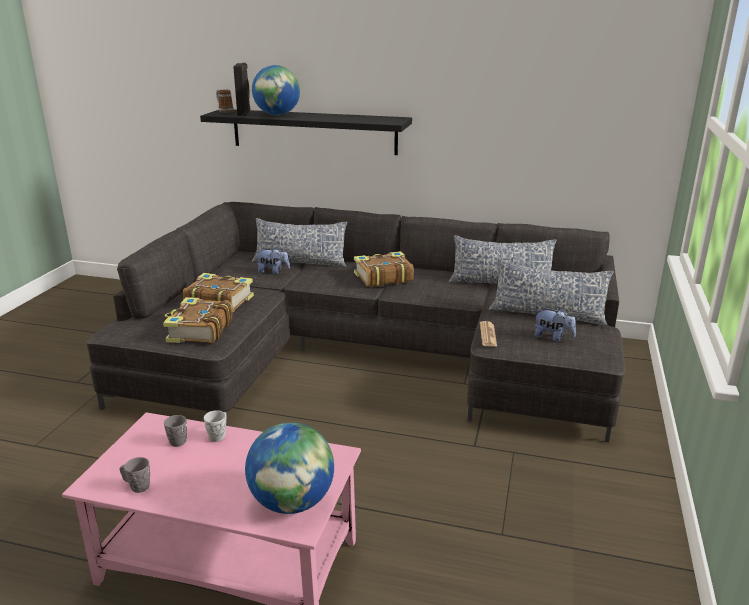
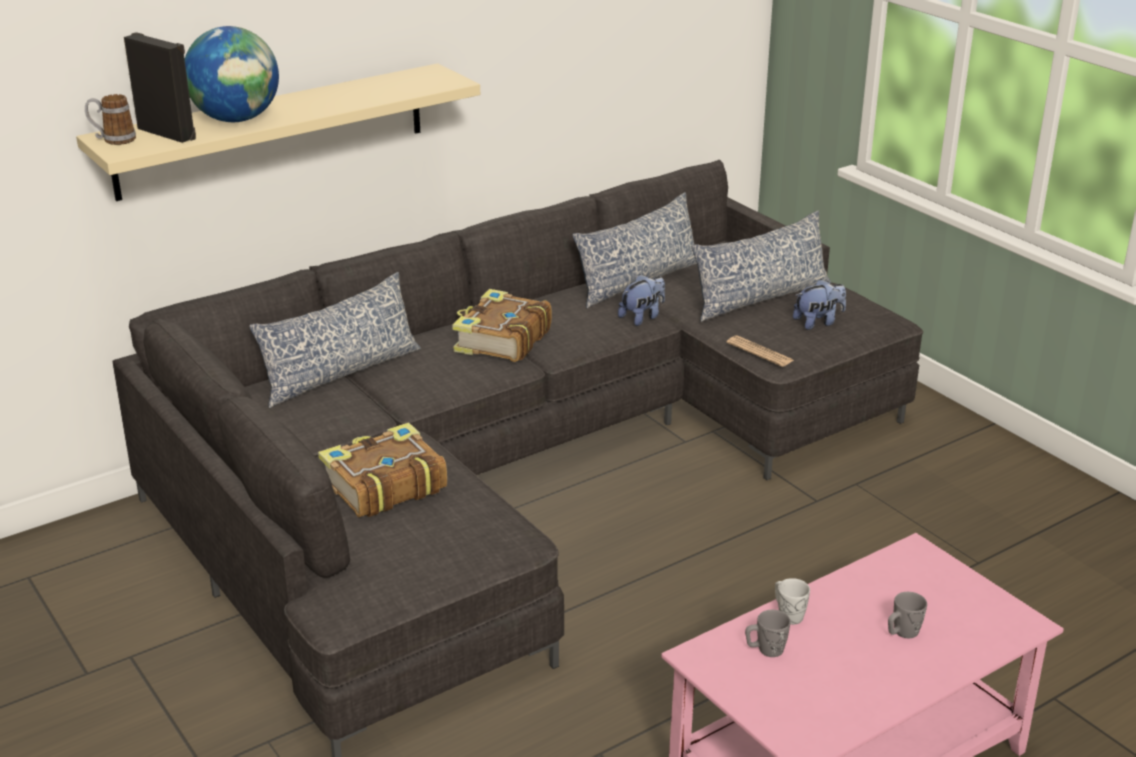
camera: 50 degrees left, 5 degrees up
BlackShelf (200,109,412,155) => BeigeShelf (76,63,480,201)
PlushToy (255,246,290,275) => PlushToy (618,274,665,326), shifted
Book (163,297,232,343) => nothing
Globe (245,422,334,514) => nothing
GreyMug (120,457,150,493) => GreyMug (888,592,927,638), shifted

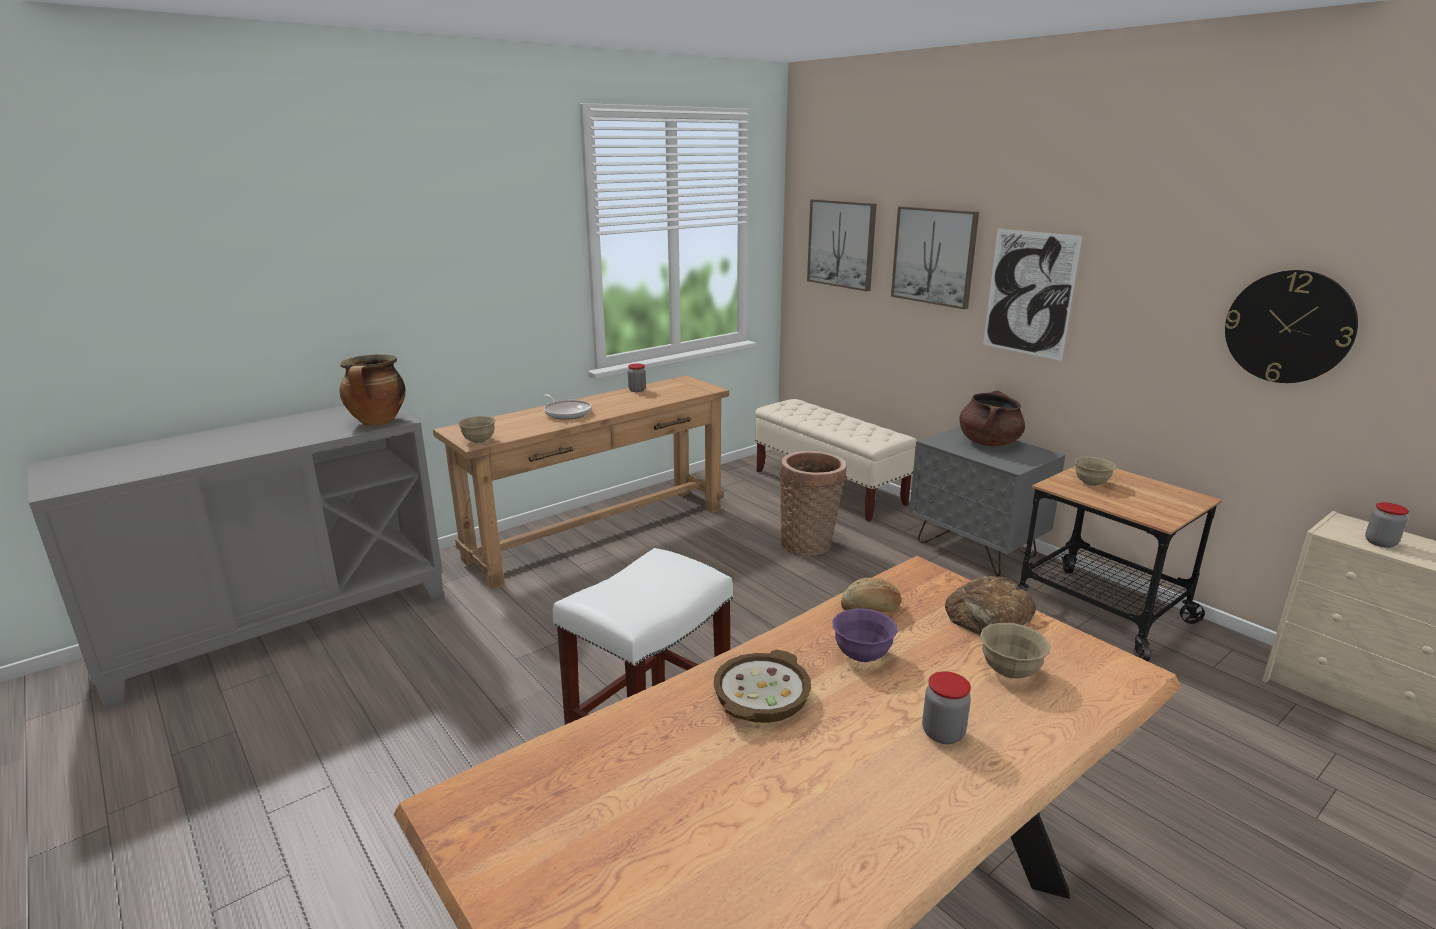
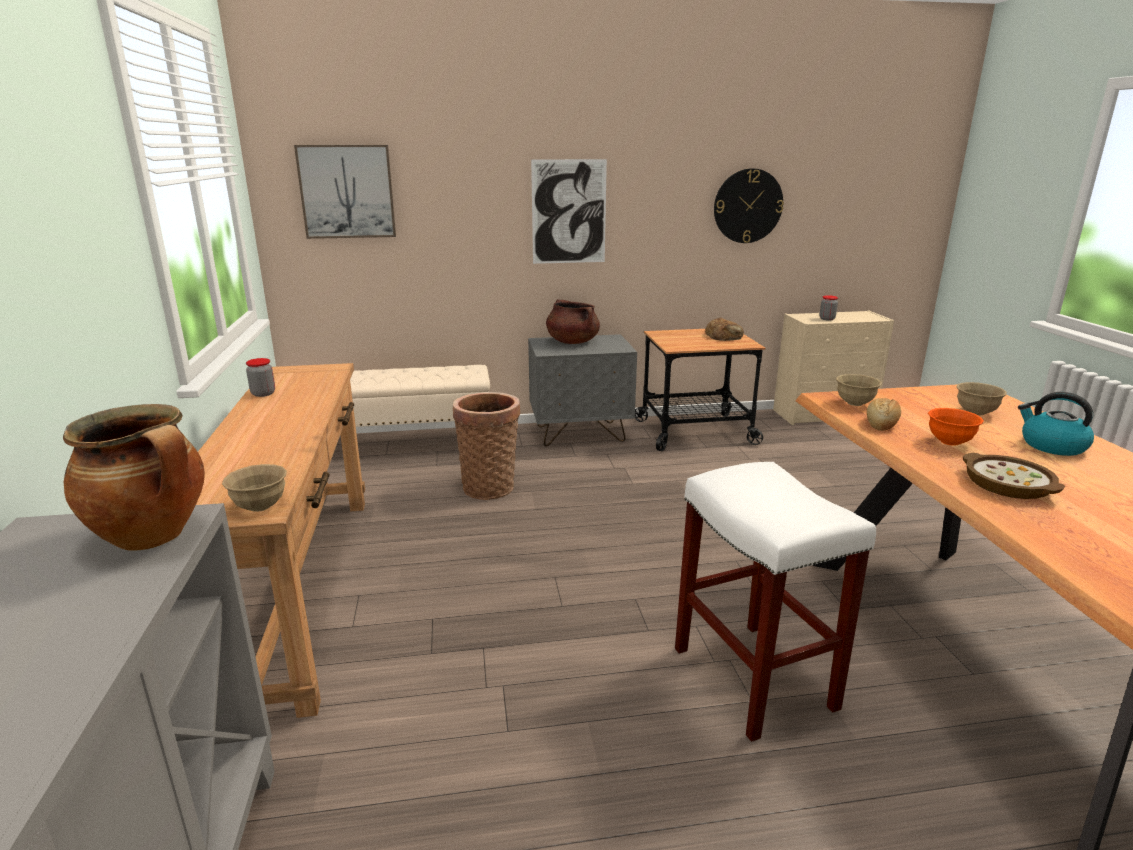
camera: 60 degrees left, 0 degrees up
Picture (891,206,979,309) => nothing
FryingPan (544,394,592,419) => nothing
BeigeBowl (1074,457,1116,486) => BeigeBowl (836,374,882,406), shifted
Bread (945,576,1036,635) => Bread (705,318,744,341), shifted
PurpleBowl (832,608,898,662) => OrangeBowl (928,408,984,446)
Jar (922,671,971,744) => Kettle (1018,392,1094,456)

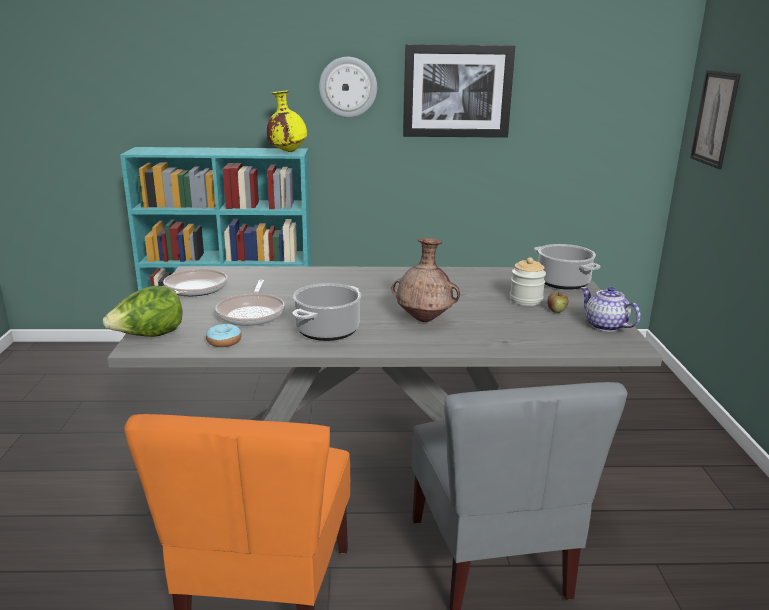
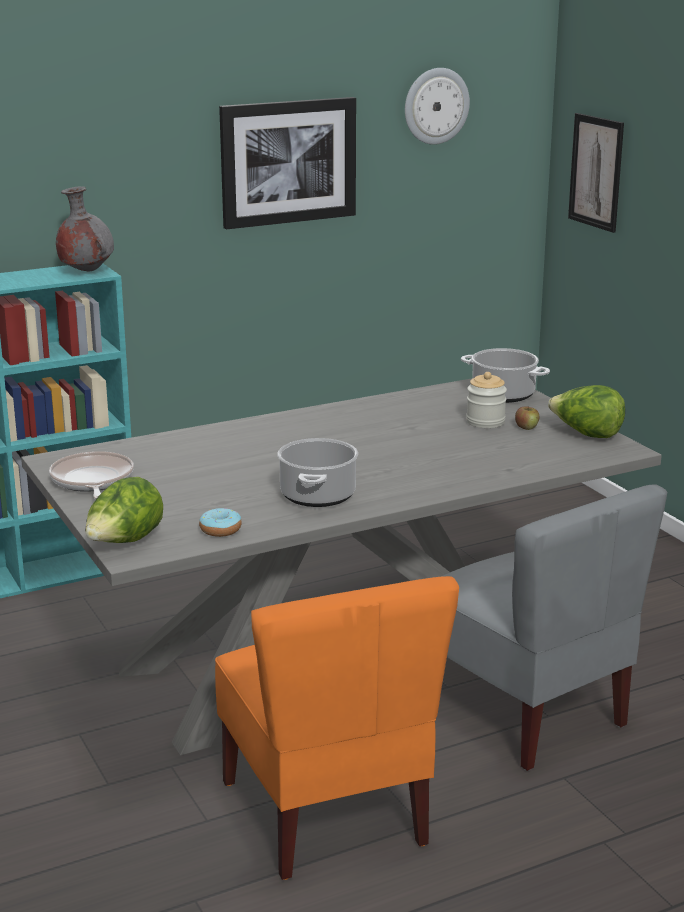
camera: 25 degrees left, 0 degrees up
WallClock (319,57,377,118) => WallClock (405,68,470,145), shifted
YellowVase (267,91,307,152) => GreyVase (56,186,114,271)
BrownVase (392,238,460,322) => nothing
FryingPan (215,280,285,326) => nothing
Teapot (581,287,641,332) => Lettuce (548,385,625,438)

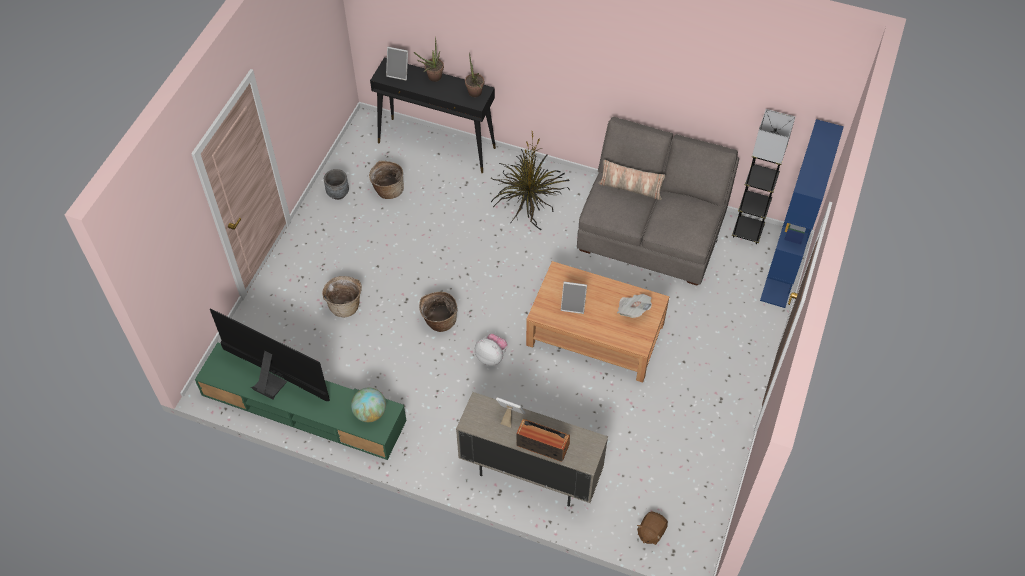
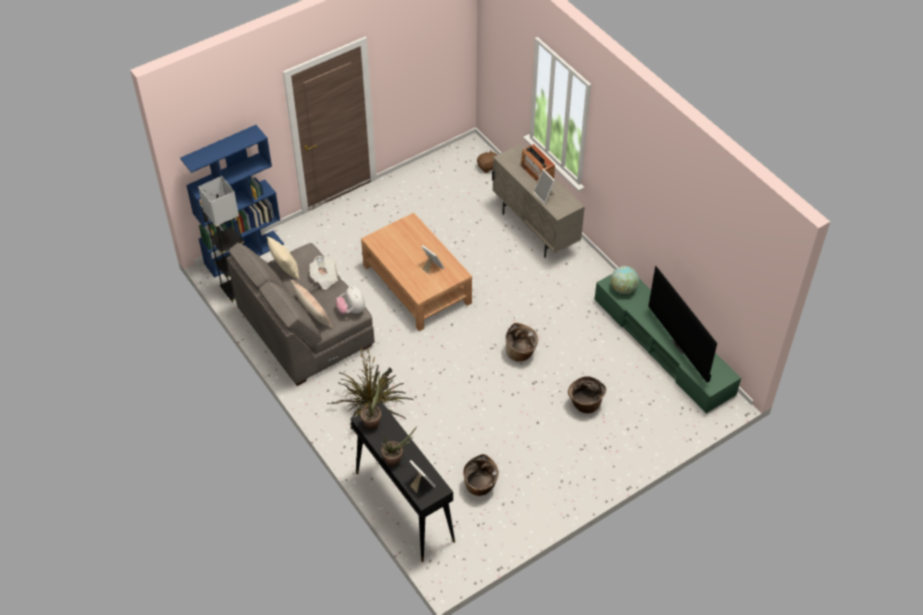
camera: 145 degrees left, 5 degrees down
GreyPlanter (324,169,349,200) => nothing
Newspaper (617,294,652,318) => Newspaper (309,256,338,290), shifted
PlushToy (475,334,507,366) => PlushToy (336,286,365,314), shifted
nothing => BeigePillow (267,237,299,279)

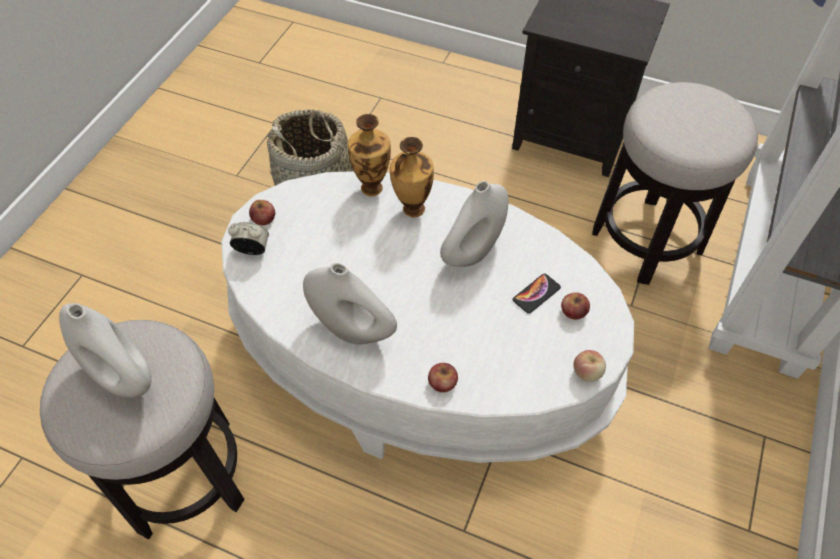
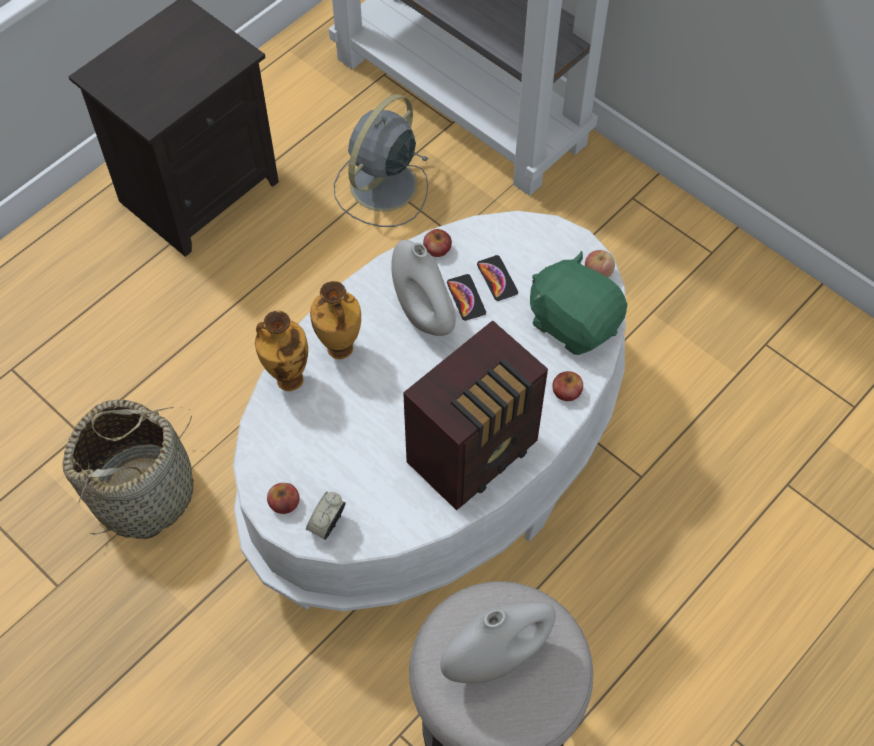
camera: 70 degrees left, 5 degrees up
Stool (592,82,758,285) => GreyFan (334,94,428,227)
WhiteVase (303,263,397,345) => Radio (403,320,548,511)
Apple (561,292,590,320) => Apple (423,229,452,257), shifted
nothing => GreenPlushToy (530,251,627,355)
nothing => Phone (447,274,486,321)

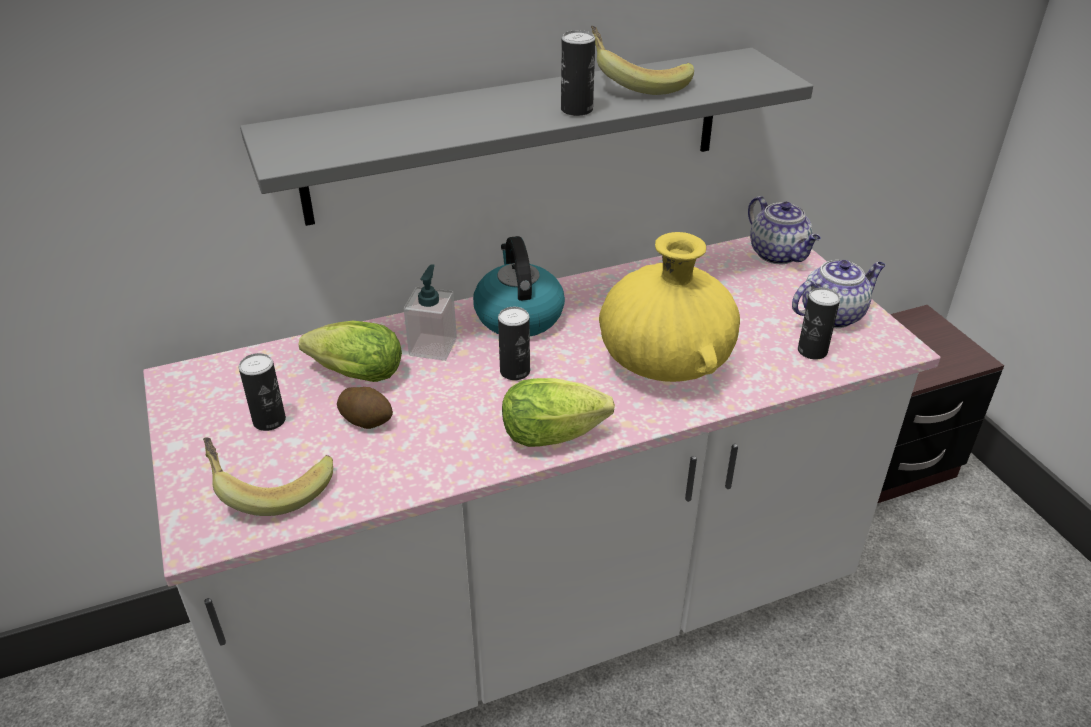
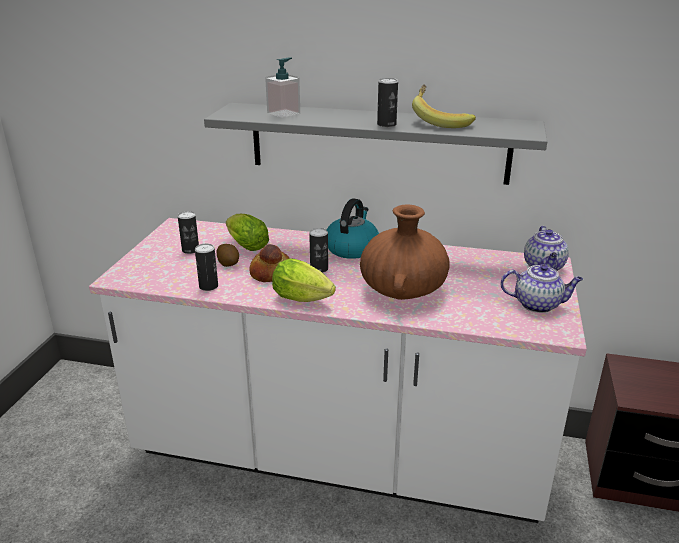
camera: 35 degrees right, 10 degrees down
YellowVase (599,232,740,382) => BrownVase (360,205,450,300)
SoapDispenser (404,264,457,361) => SoapDispenser (265,57,300,118), shifted
Can (798,287,840,359) => Can (195,244,218,291), shifted
Banana (203,437,333,516) => nothing
nothing => Bread (249,244,290,282)

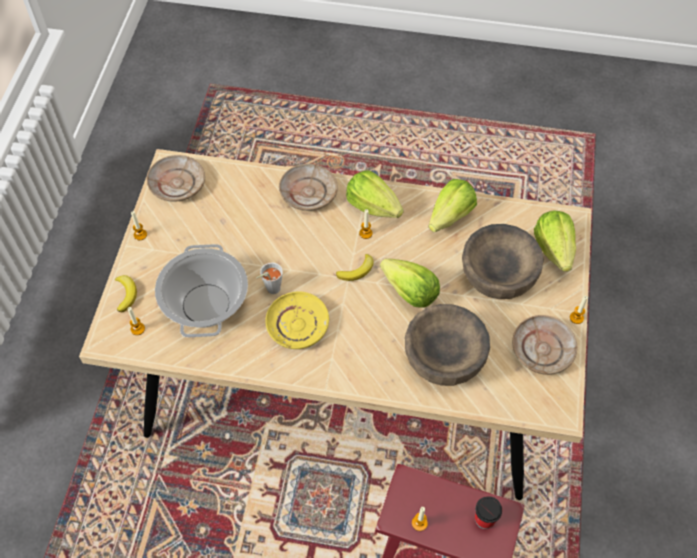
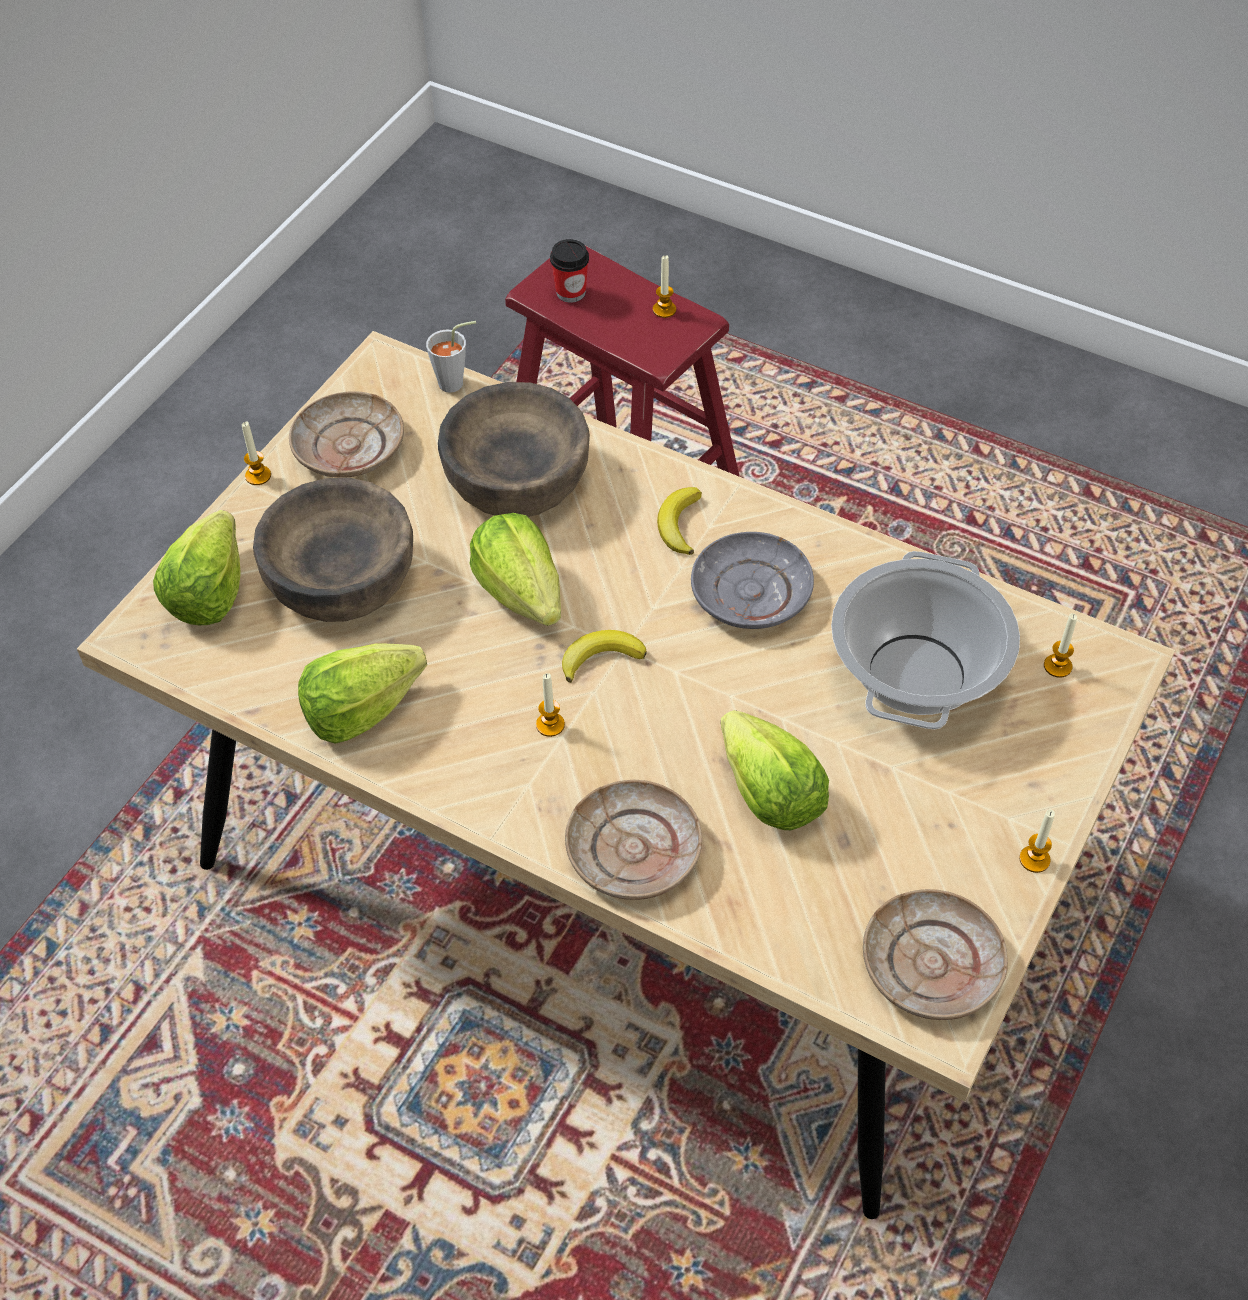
camera: 160 degrees left, 5 degrees down
Lettuce (346,170,404,218) => Lettuce (721,710,829,830), shifted
GreyCup (256,262,283,294) => GreyCup (426,321,476,393), shifted
Banana (115,275,137,313) => Banana (657,487,702,555), shifted
YellowPlate (265,291,329,349) => GreyPlate (691,532,814,629)

